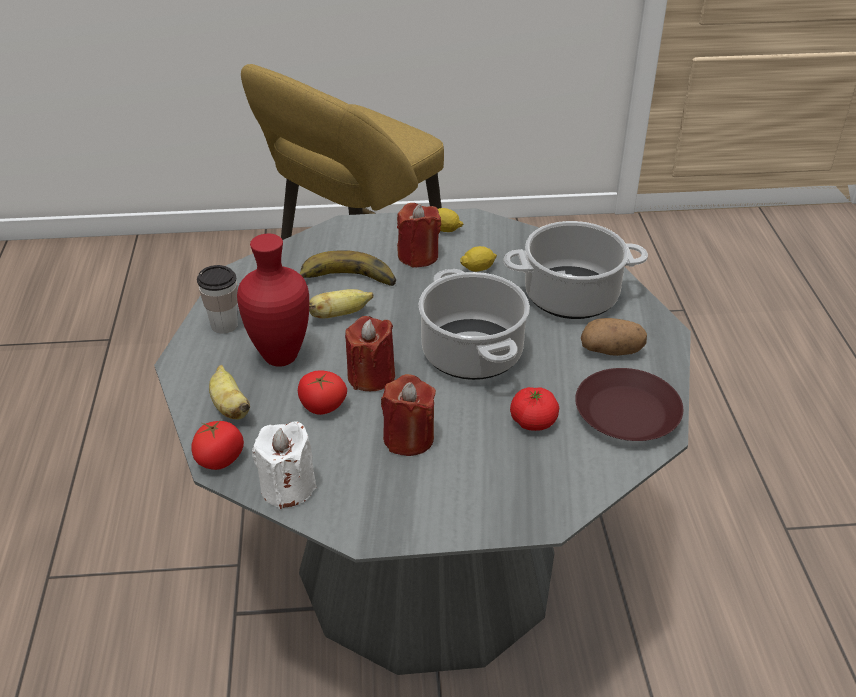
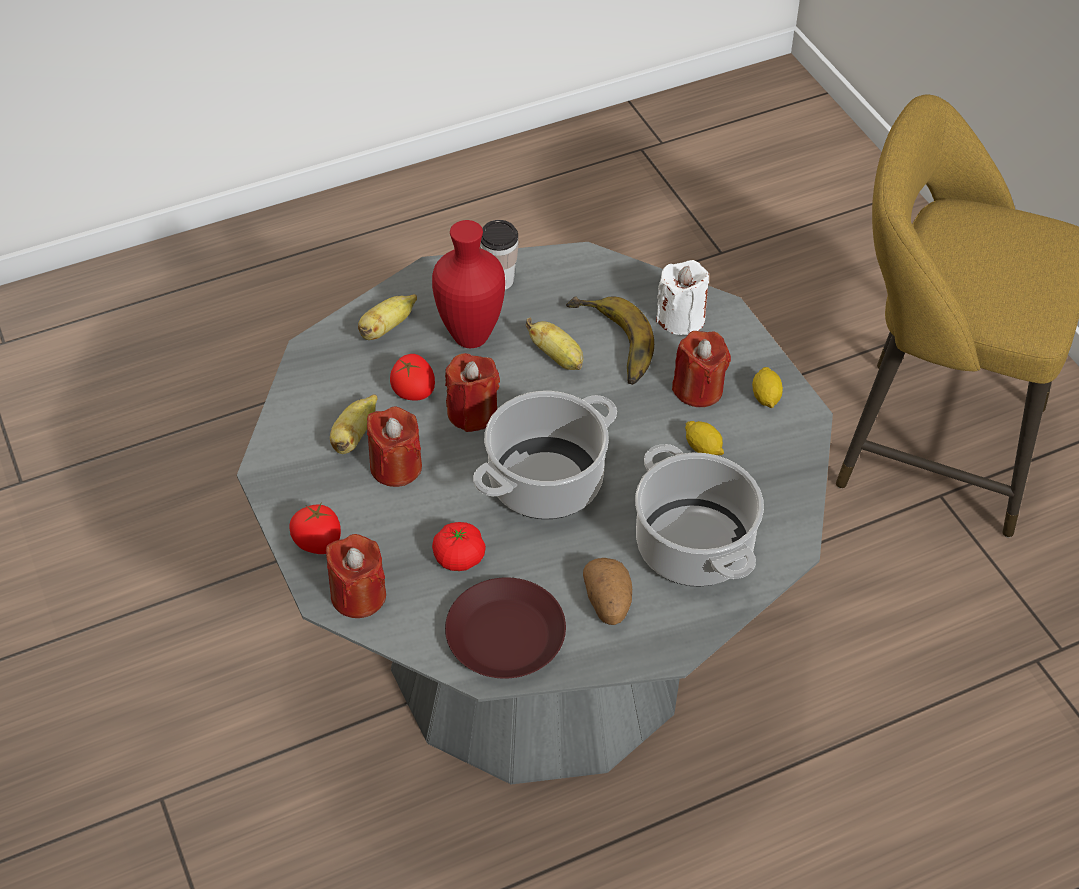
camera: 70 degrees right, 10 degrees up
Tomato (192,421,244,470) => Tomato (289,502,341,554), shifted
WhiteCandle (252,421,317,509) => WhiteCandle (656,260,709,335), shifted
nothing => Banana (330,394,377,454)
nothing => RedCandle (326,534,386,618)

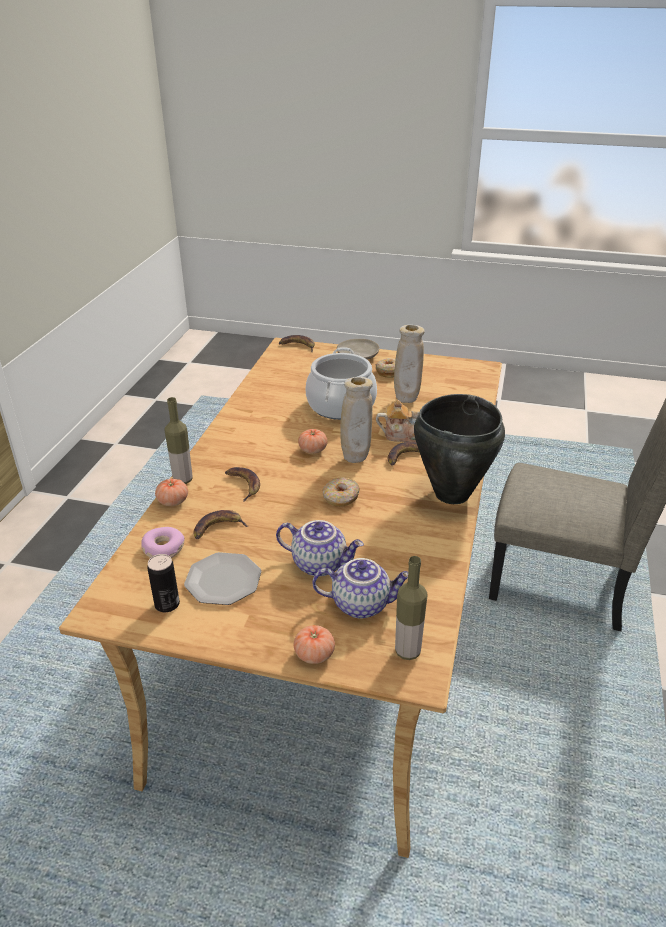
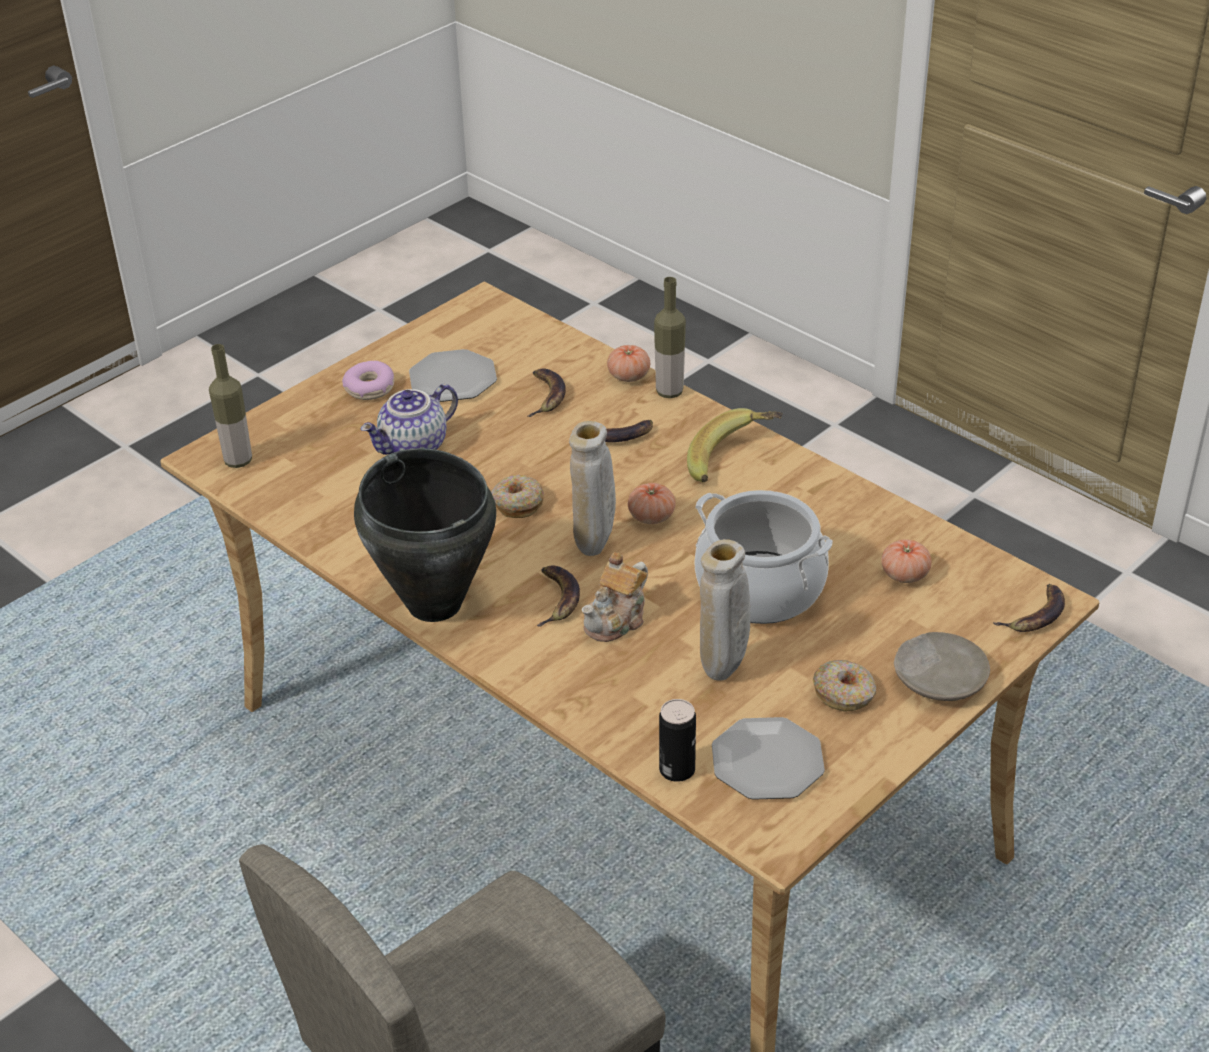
camera: 120 degrees right, 5 degrees up
Donut (141,527,185,558) => Donut (342,361,394,400), shifted
Can (147,554,180,612) => Can (659,699,696,782), shifted
Teapot (312,558,408,618) => nothing
Tomato (293,625,335,664) => Tomato (881,539,932,583), shifted
nothing => Banana (687,408,783,482)
nothing => Plate (712,717,825,800)

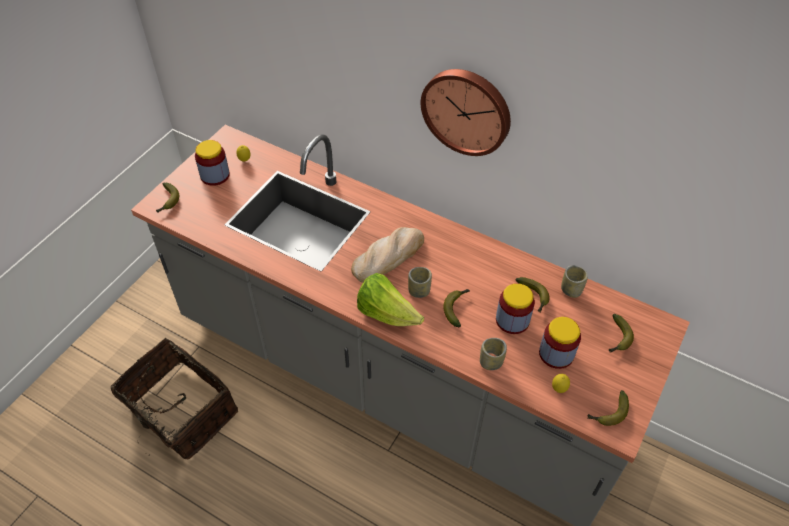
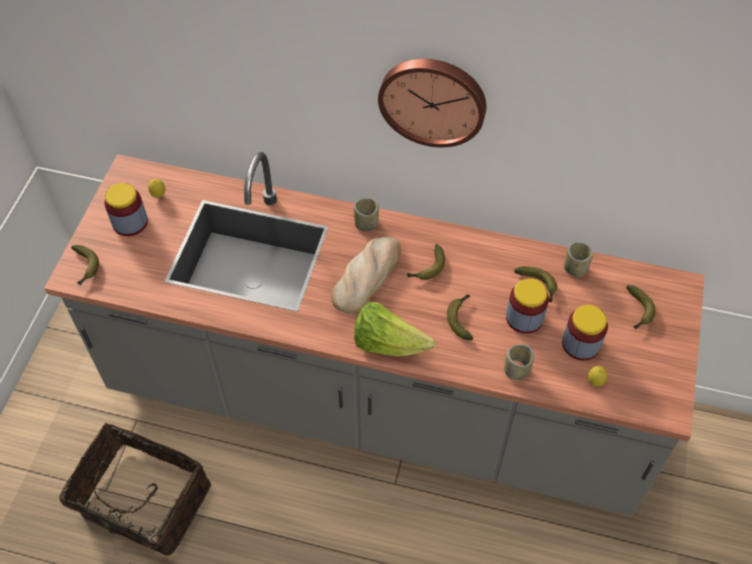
camera: 15 degrees left, 5 degrees up
Cup (408,267,432,298) => Cup (354,198,379,231), shifted
Banana (588,390,629,426) => Banana (407,244,445,280), shifted

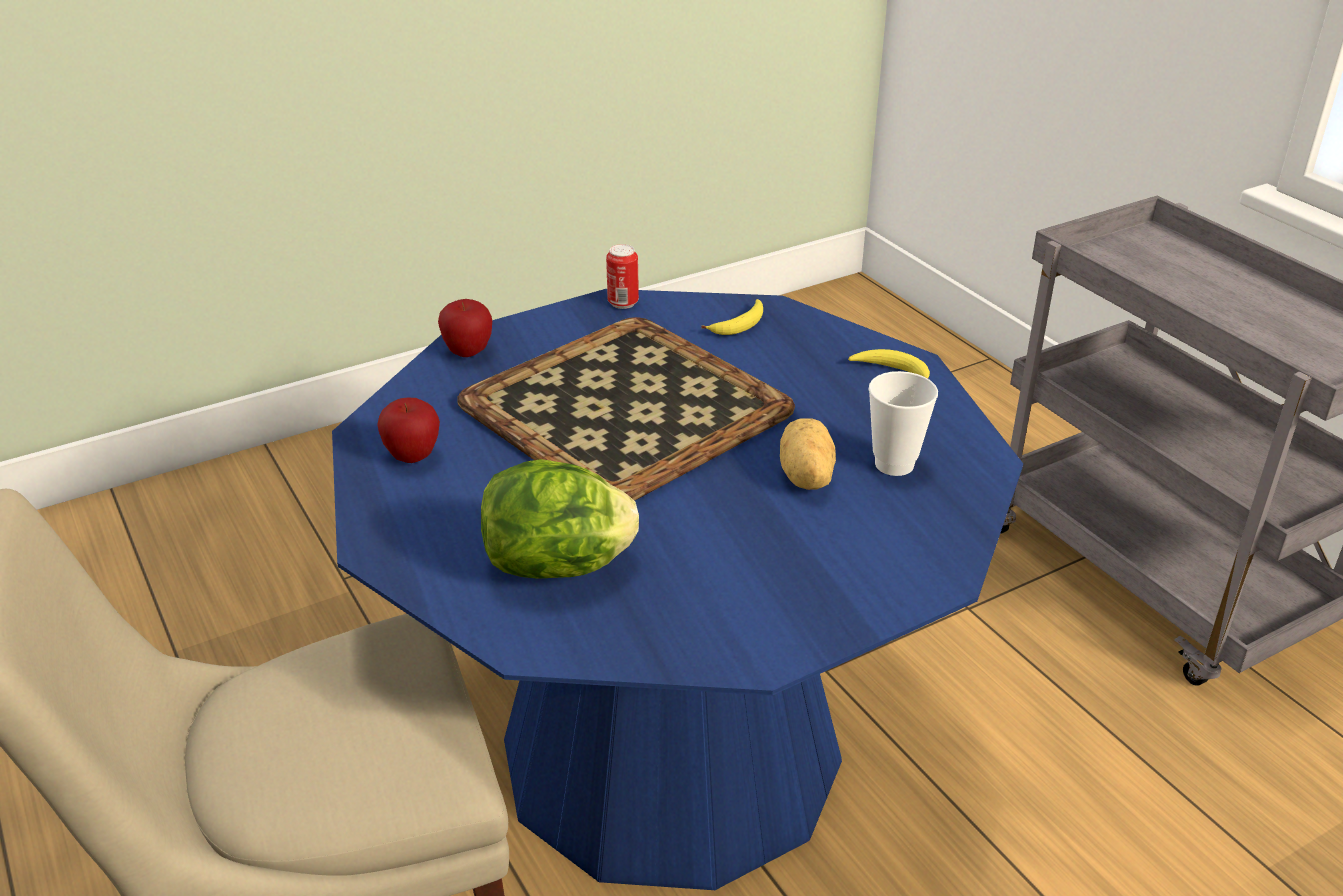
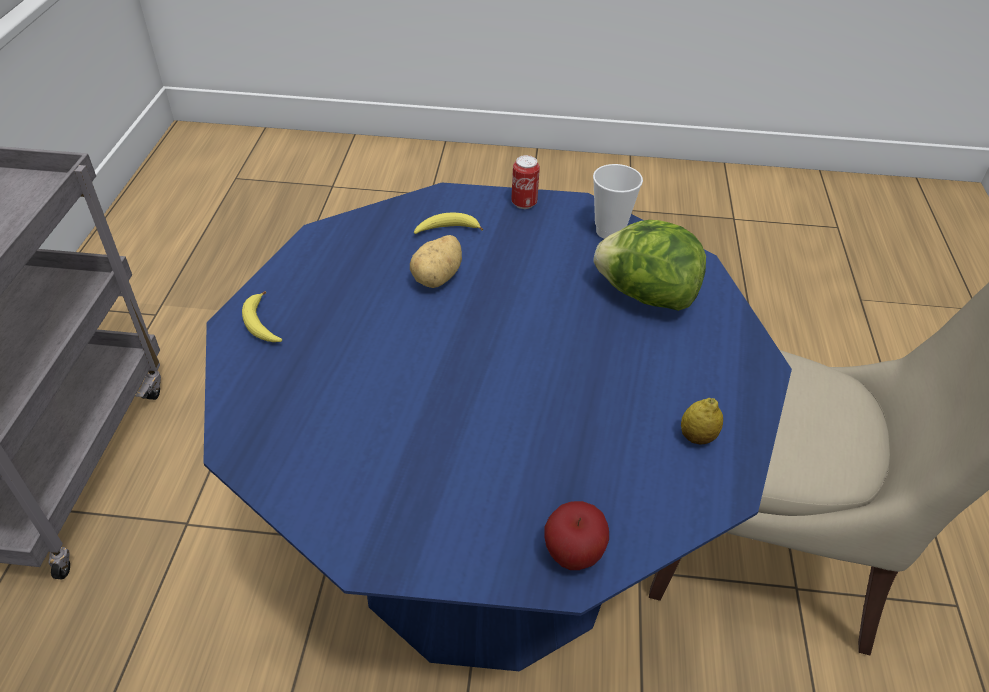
camera: 145 degrees left, 10 degrees up
Can (606,244,639,309) => Can (511,155,540,209), shifted
Banana (702,299,763,335) => Banana (414,213,483,234), shifted
Tray (457,317,795,501) => nothing
Cup (869,371,938,476) => Cup (593,164,643,239), shifted
Apple (377,397,440,463) => Lemon (681,398,723,444)

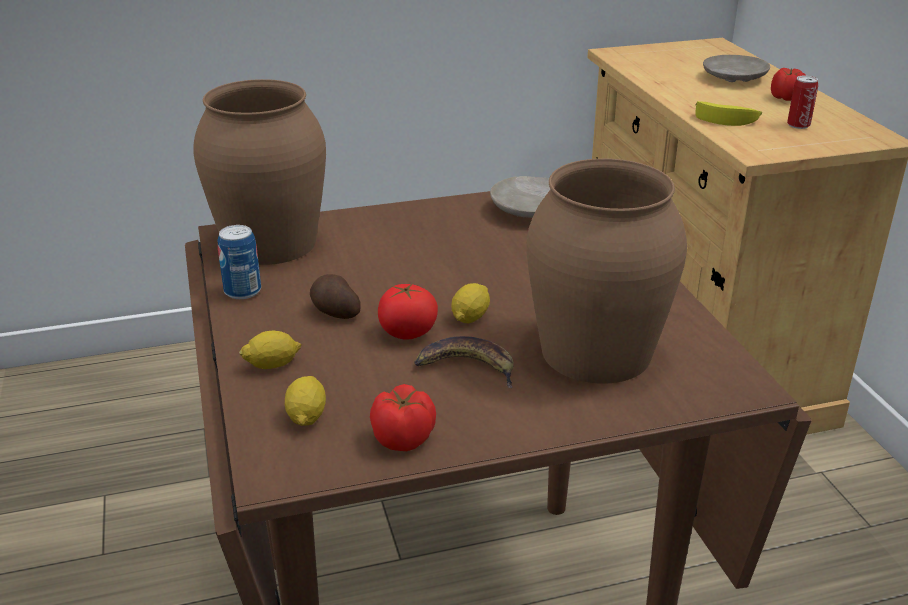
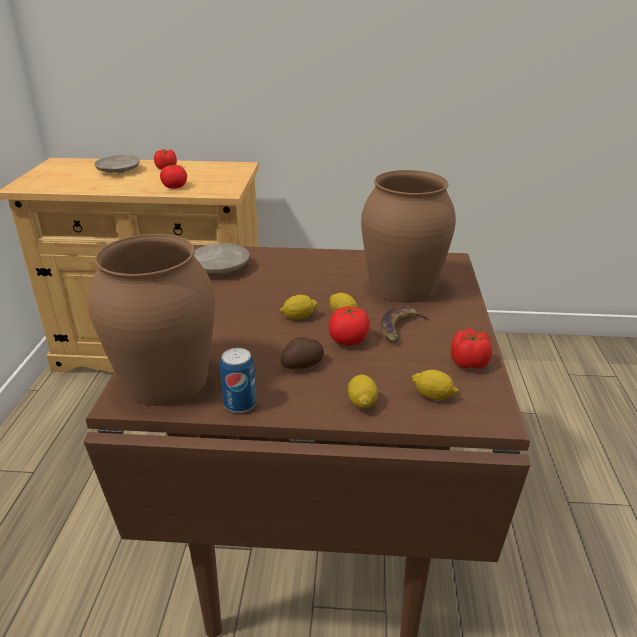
camera: 70 degrees left, 0 degrees up
Can (787,76,818,129) => nothing
Banana (695,101,762,126) => Tomato (160,165,187,189)
nothing => Lemon (279,295,319,320)

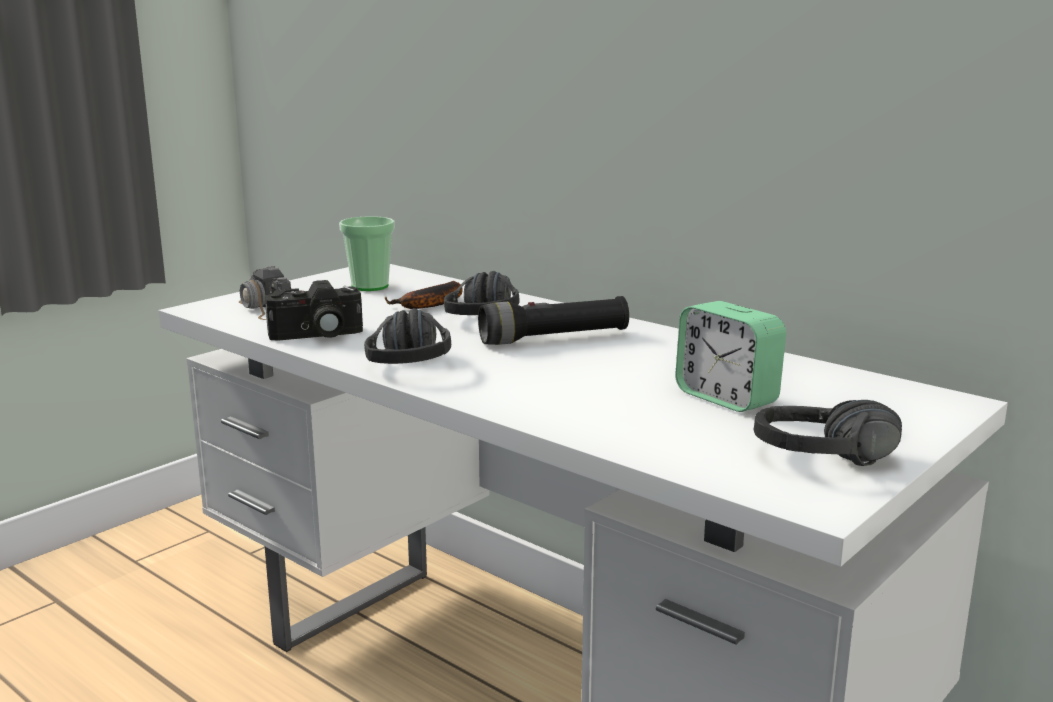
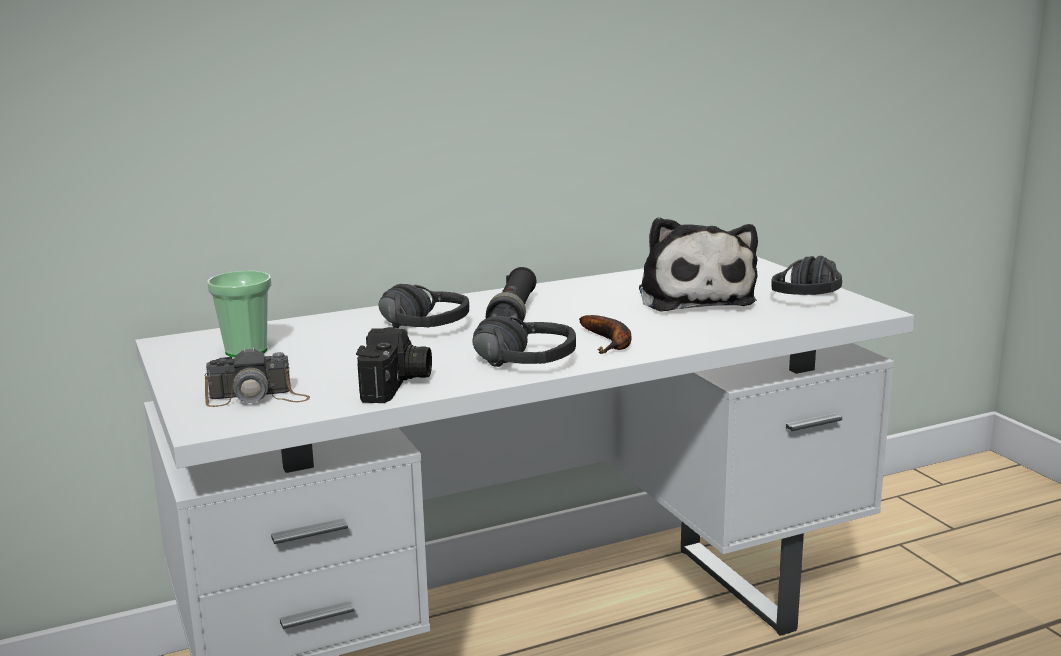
camera: 65 degrees left, 0 degrees up
Banana (385,281,463,309) => Banana (579,315,632,354), shifted
AlarmClock (675,301,786,412) => PlushToy (639,217,758,312)

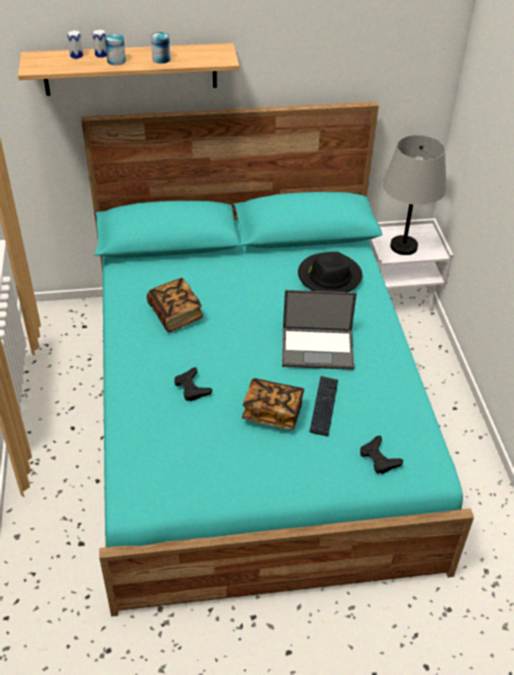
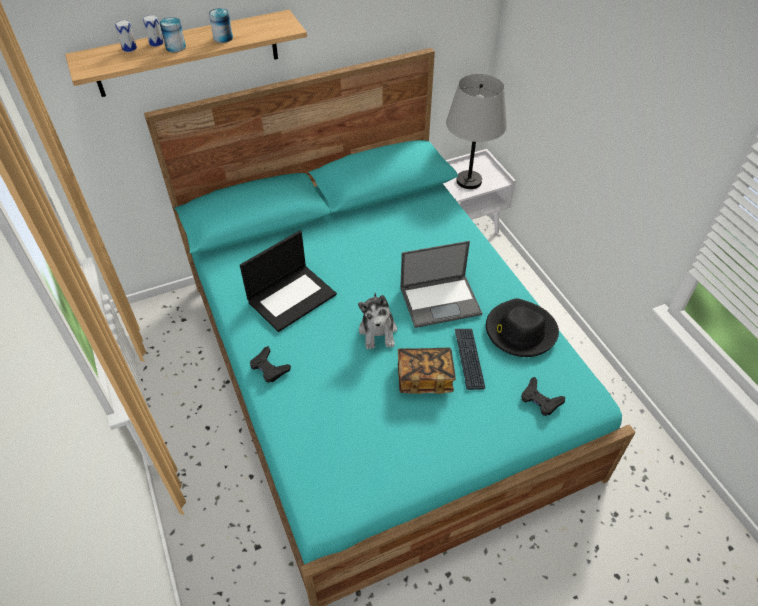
camera: 15 degrees left, 5 degrees up
BlackHat (298,252,362,292) => BlackHat (486,298,559,357), shifted
Book (147,278,204,332) => Laptop (240,230,337,332)
BlackGameController (174,367,212,401) => BlackGameController (250,346,291,383), shifted
nothing => PlushToy (358,292,397,349)

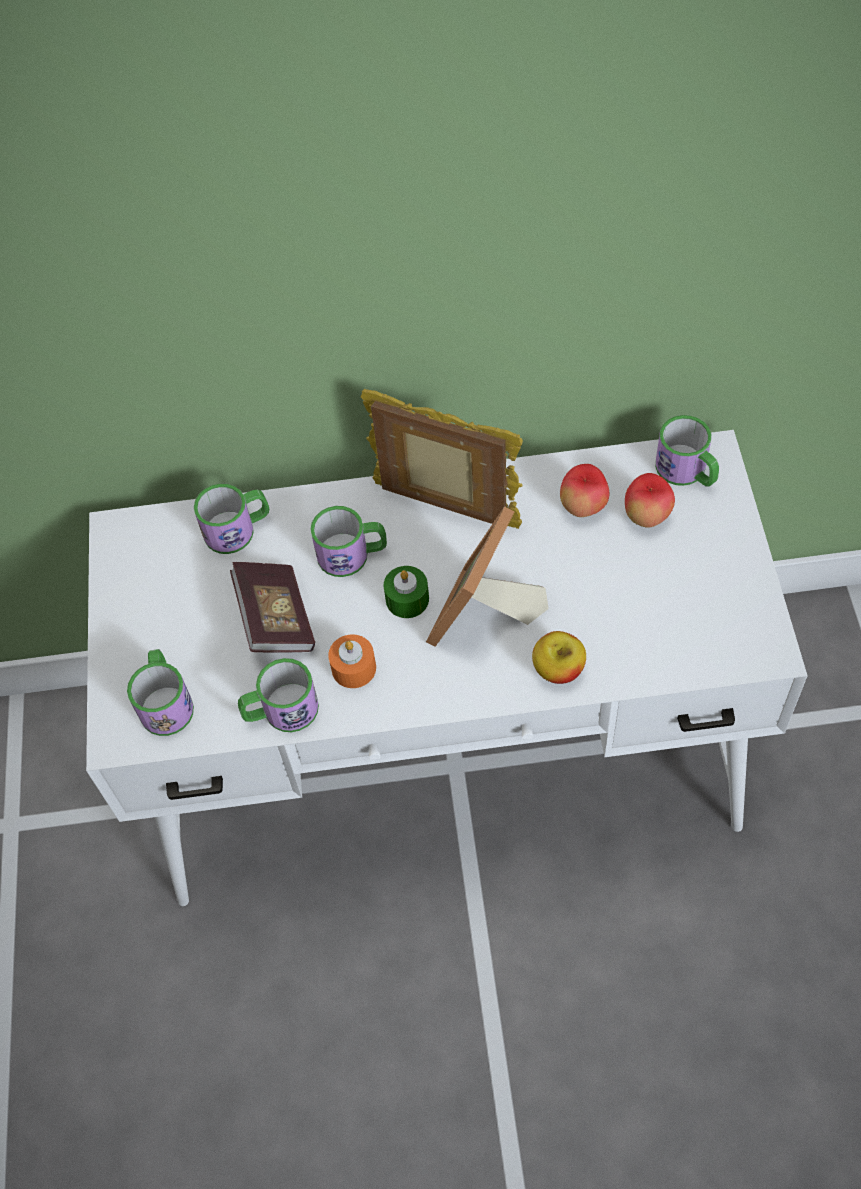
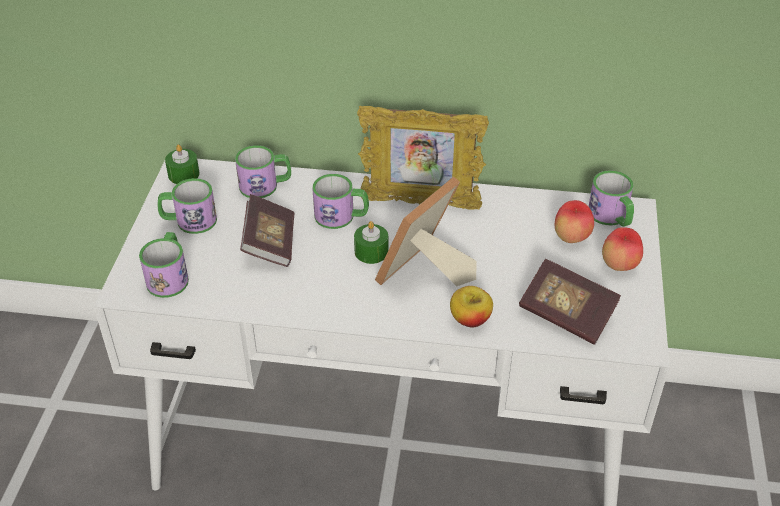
camera: 10 degrees right, 15 degrees down
PictureFrame (360,388,523,529) => PictureFrame (357,106,489,210), 150 degrees clockwise
Apple (560,464,610,517) => Apple (602,227,643,271), shifted
OrangeCandle (328,634,376,688) => nothing
Mug (238,658,319,732) => Mug (157,178,217,234), shifted
nothing => GreenCandle (165,144,200,184)
nothing => Book (519,259,621,345)

